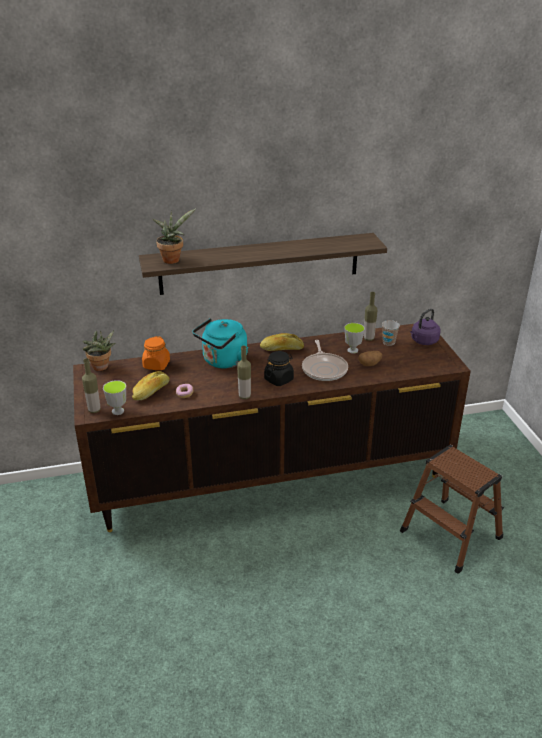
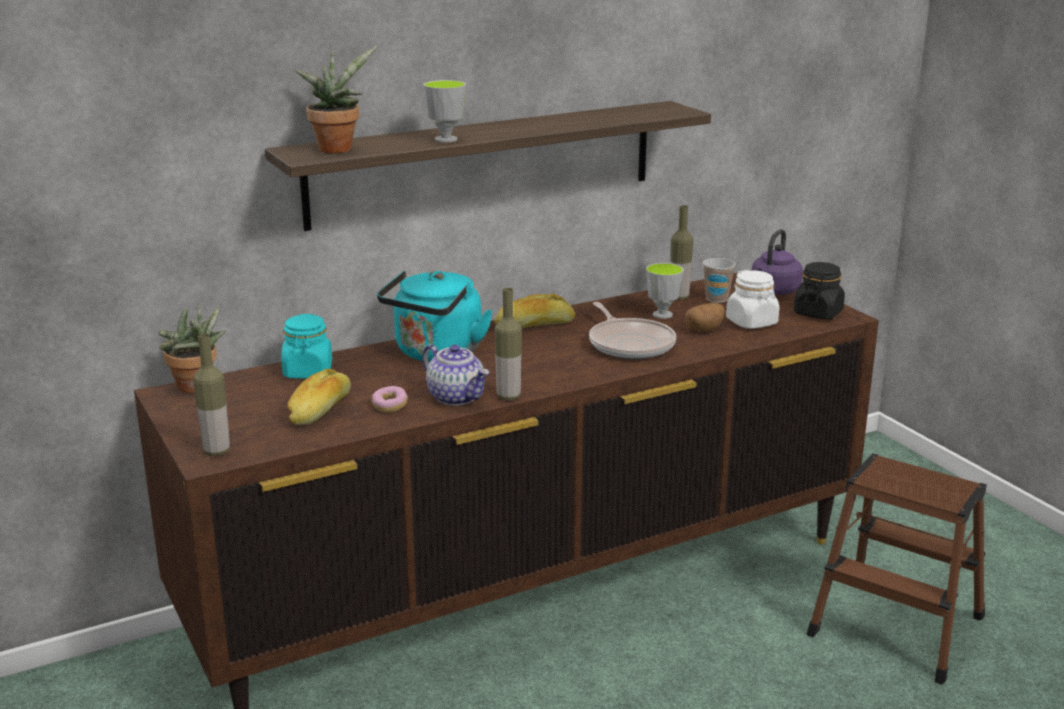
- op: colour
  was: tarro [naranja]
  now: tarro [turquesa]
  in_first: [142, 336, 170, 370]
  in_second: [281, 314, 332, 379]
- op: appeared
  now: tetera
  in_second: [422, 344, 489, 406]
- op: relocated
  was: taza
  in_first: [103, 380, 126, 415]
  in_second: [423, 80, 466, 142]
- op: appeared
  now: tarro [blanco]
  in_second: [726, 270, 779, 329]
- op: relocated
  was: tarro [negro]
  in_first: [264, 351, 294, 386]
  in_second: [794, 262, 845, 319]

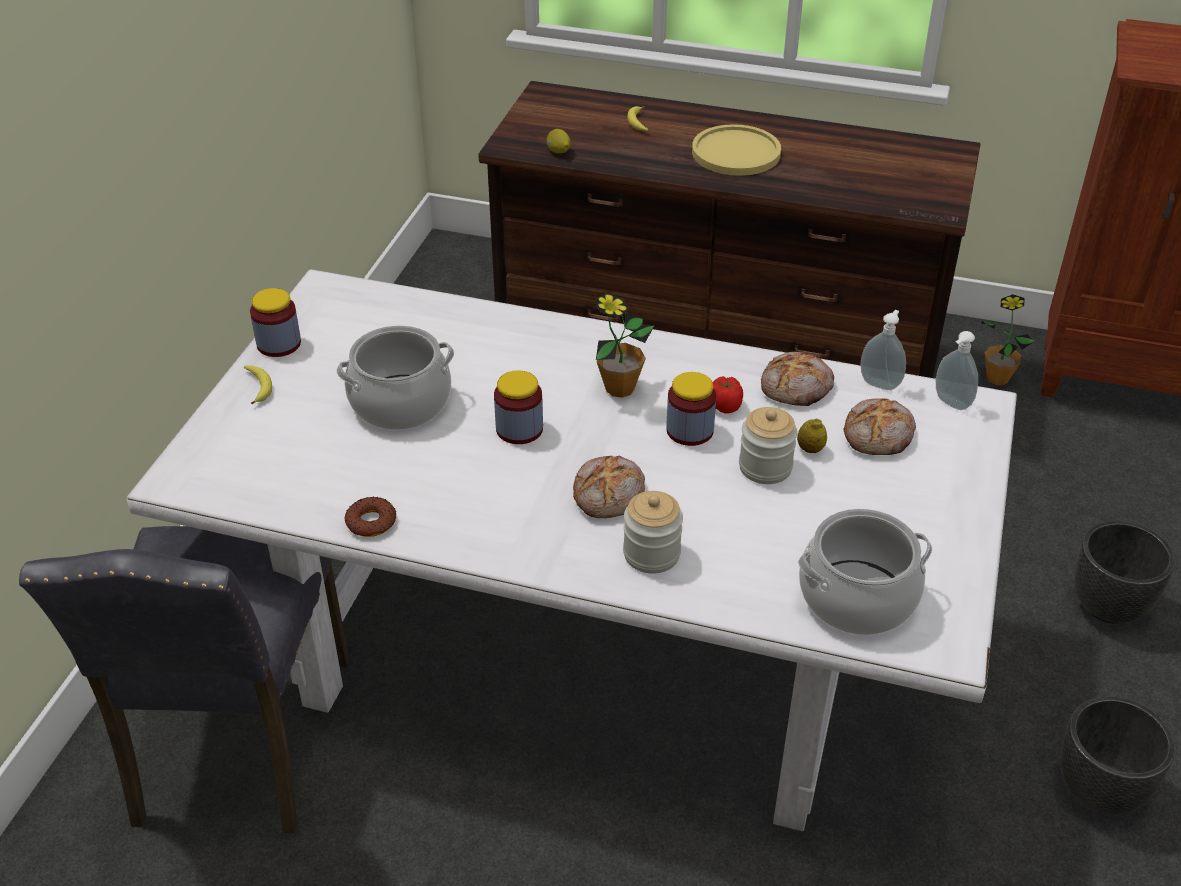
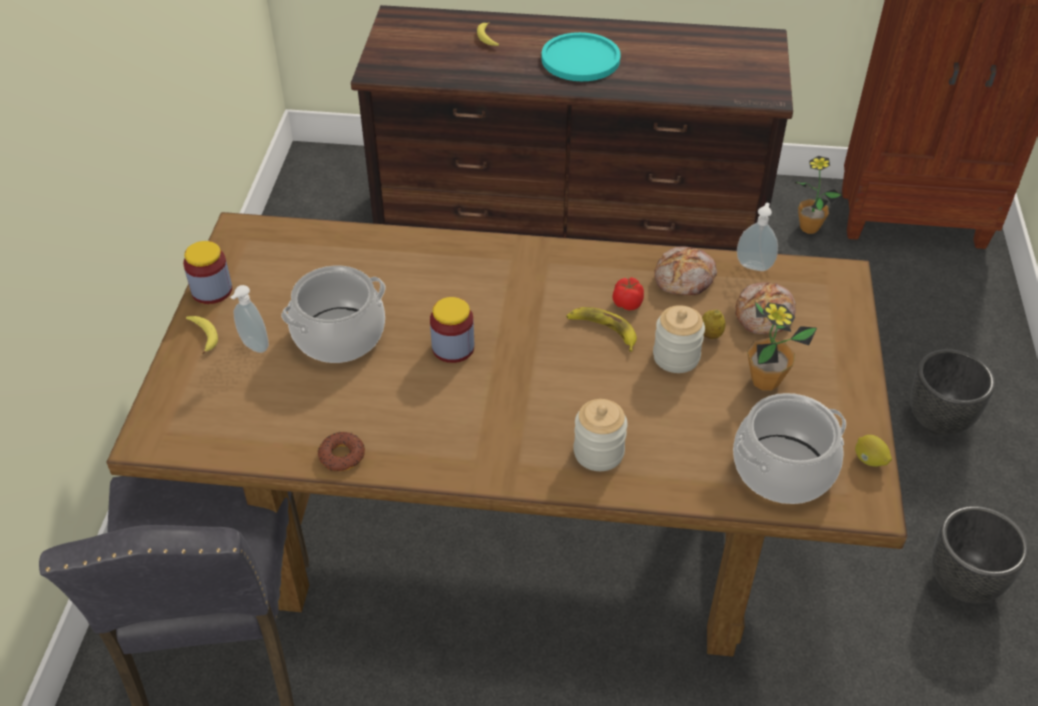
- op: colour
  was: mesa de comedor [blanco]
  now: mesa de comedor [marrón]
  in_first: [126, 269, 1017, 831]
  in_second: [106, 212, 907, 657]
- op: relocated
  was: dispensador de jabón
  in_first: [936, 331, 978, 410]
  in_second: [230, 285, 269, 353]
- op: colour
  was: plato [amarillo]
  now: plato [turquesa]
  in_first: [692, 124, 781, 176]
  in_second: [541, 32, 621, 81]
- op: exchanged
  was: tarro
  now: plátano
  in_first: [666, 372, 716, 446]
  in_second: [566, 307, 637, 352]
- op: relocated
  was: planta en maceta
  in_first: [594, 293, 655, 398]
  in_second: [747, 302, 817, 391]
- op: relocated
  was: limón
  in_first: [547, 129, 571, 154]
  in_second: [855, 435, 892, 467]
- op: missing
  was: pan
  in_first: [573, 456, 645, 518]

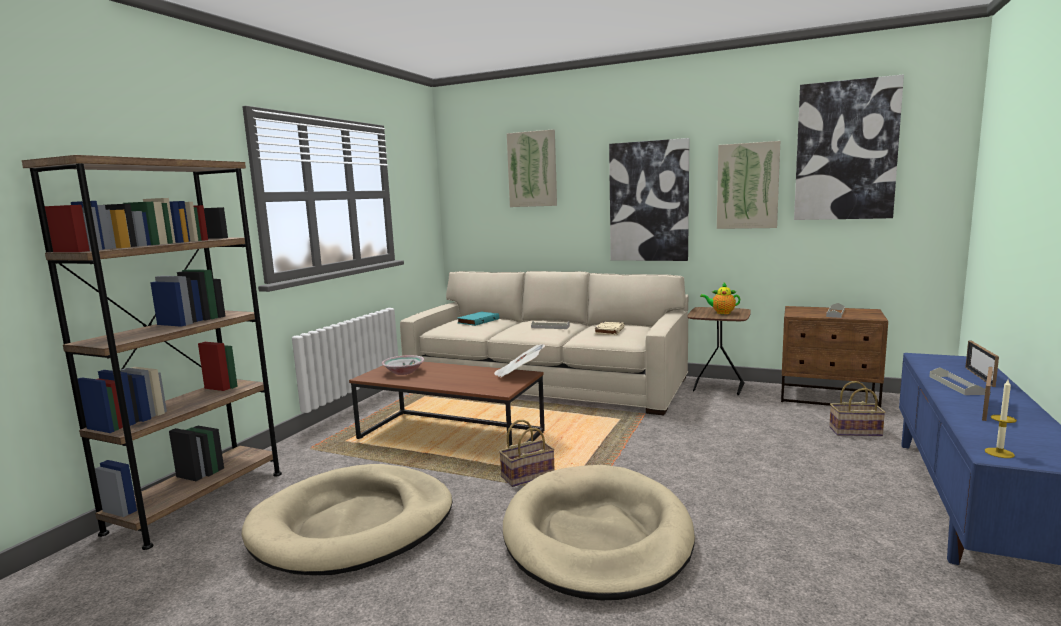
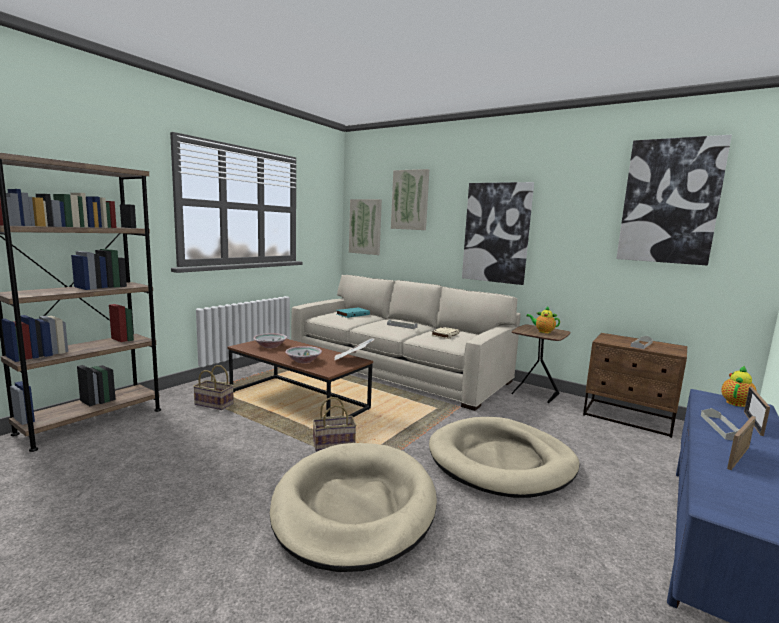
- op: relocated
  was: cesta
  in_first: [829, 381, 886, 436]
  in_second: [193, 365, 234, 410]
- op: appeared
  now: cuenco
  in_second: [285, 346, 322, 363]
- op: relocated
  was: cuadro
  in_first: [717, 141, 780, 229]
  in_second: [349, 199, 382, 255]
- op: relocated
  was: cama para perro [beis]
  in_first: [241, 464, 452, 575]
  in_second: [429, 417, 580, 498]
- op: appeared
  now: tetera
  in_second: [721, 365, 757, 407]
- op: missing
  was: vela
  in_first: [985, 380, 1017, 458]

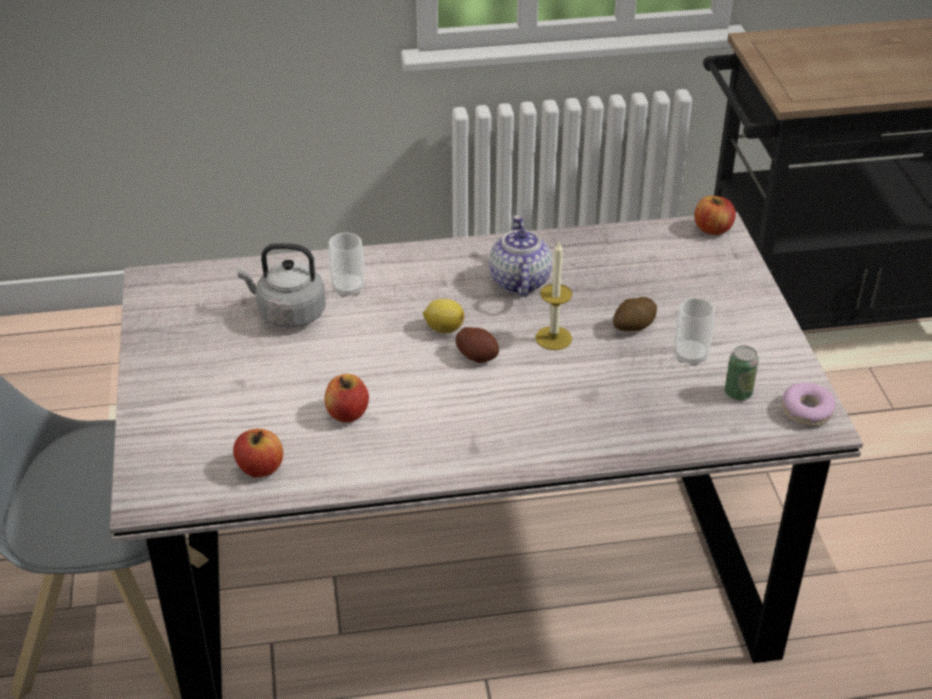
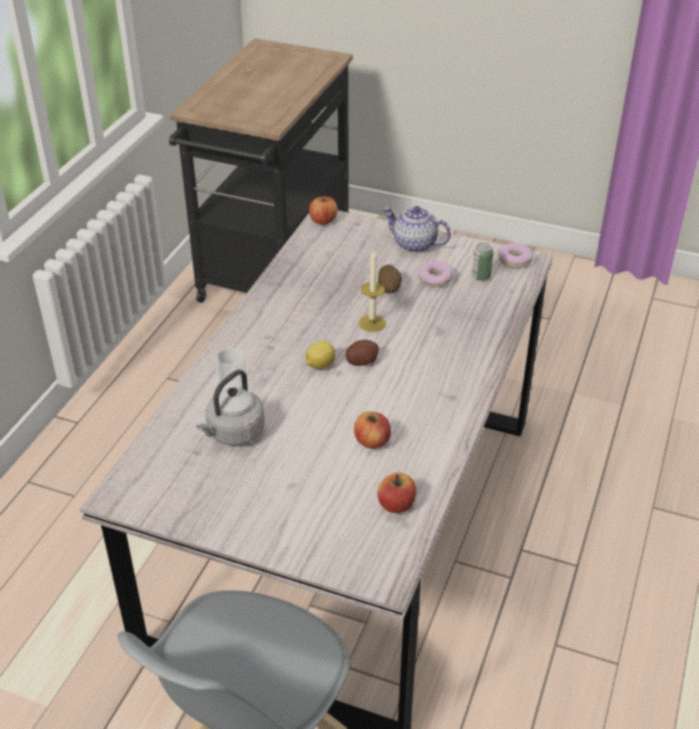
- op: relocated
  was: tetera
  in_first: [489, 215, 552, 297]
  in_second: [383, 206, 451, 253]
- op: exchanged
  was: taza
  now: rosquilla
  in_first: [674, 298, 715, 366]
  in_second: [418, 261, 453, 288]

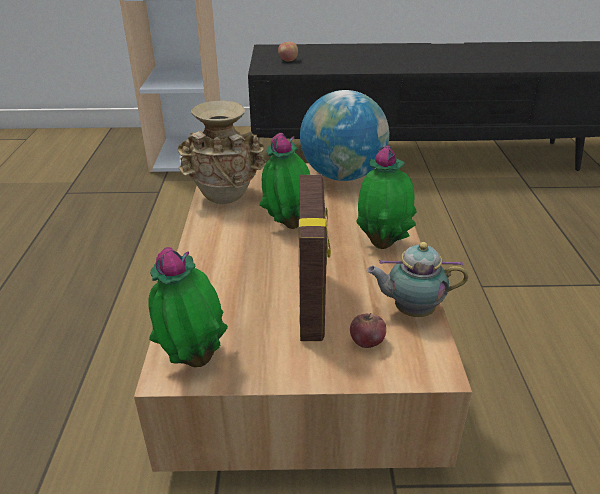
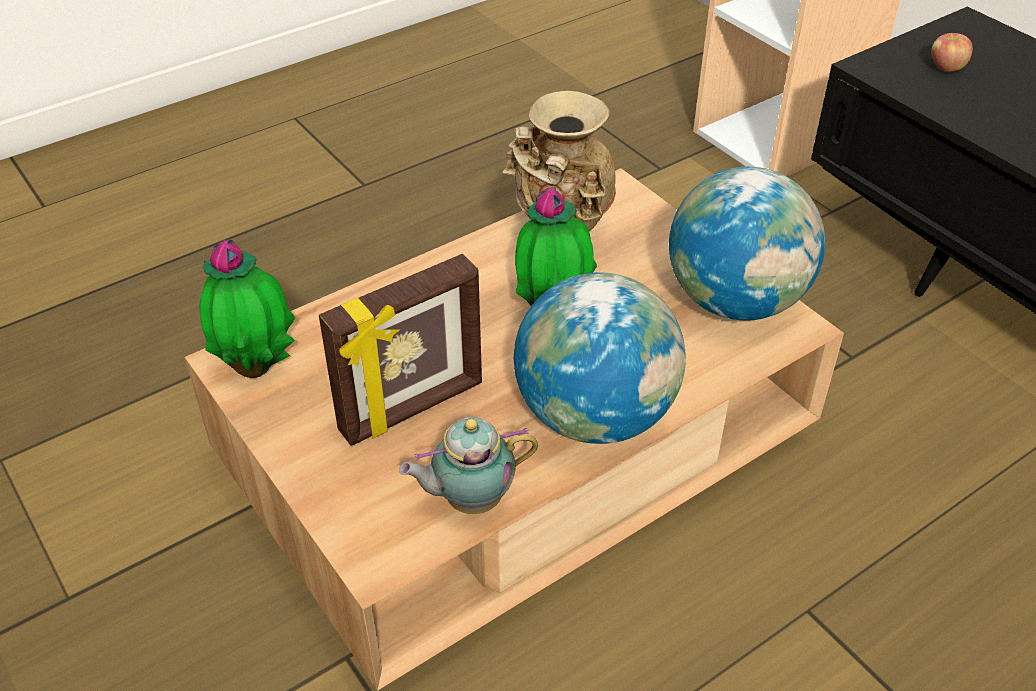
- op: spun
  was: tetera
  in_first: [367, 242, 468, 317]
  in_second: [399, 417, 538, 514]
  clockwise: -75
- op: exchanged
  was: planta en maceta
  now: globo terráqueo
  in_first: [356, 145, 417, 249]
  in_second: [514, 272, 686, 444]
- op: missing
  was: manzana
  in_first: [350, 313, 386, 348]

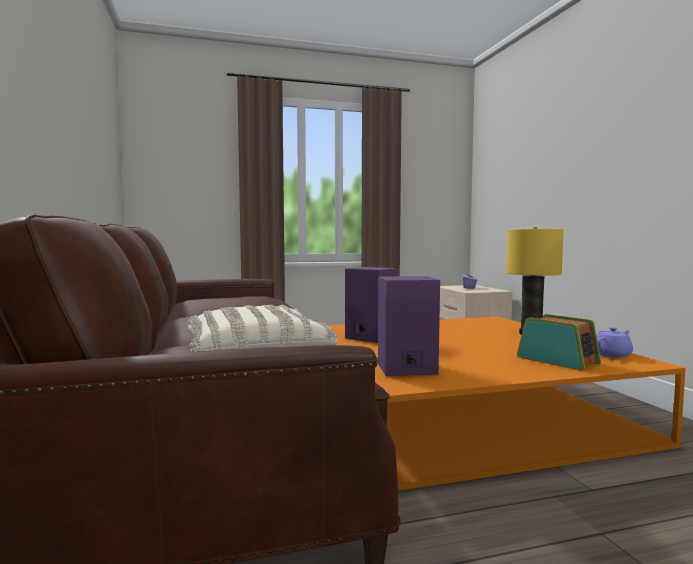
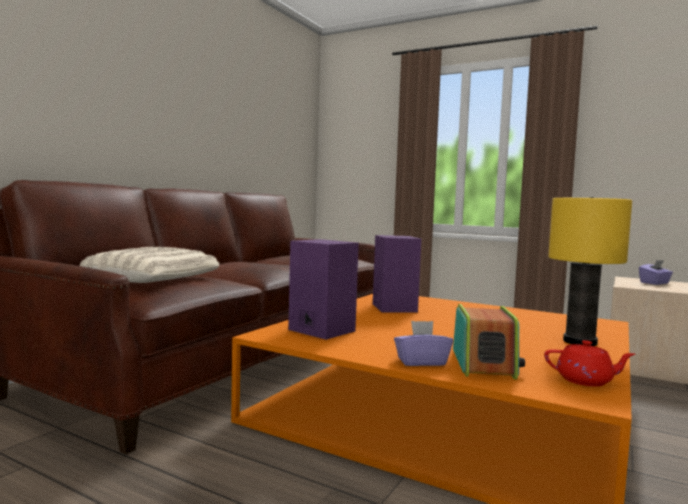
- op: appeared
  now: caja de pañuelos [morado]
  in_second: [394, 321, 453, 366]
- op: colour
  was: tetera [morado]
  now: tetera [rojo]
  in_first: [597, 327, 633, 358]
  in_second: [544, 340, 635, 387]

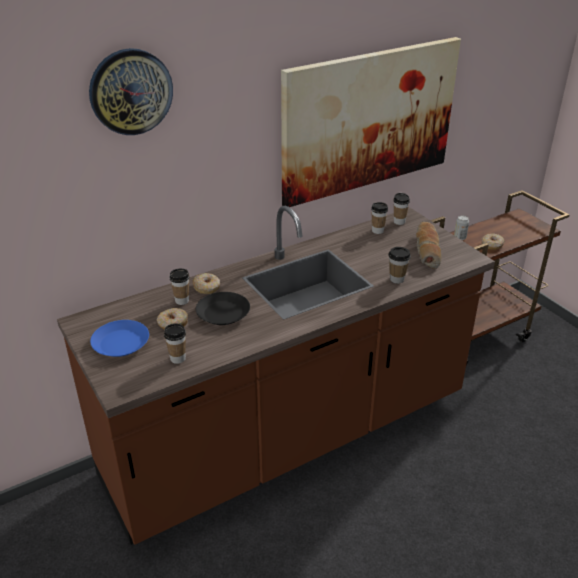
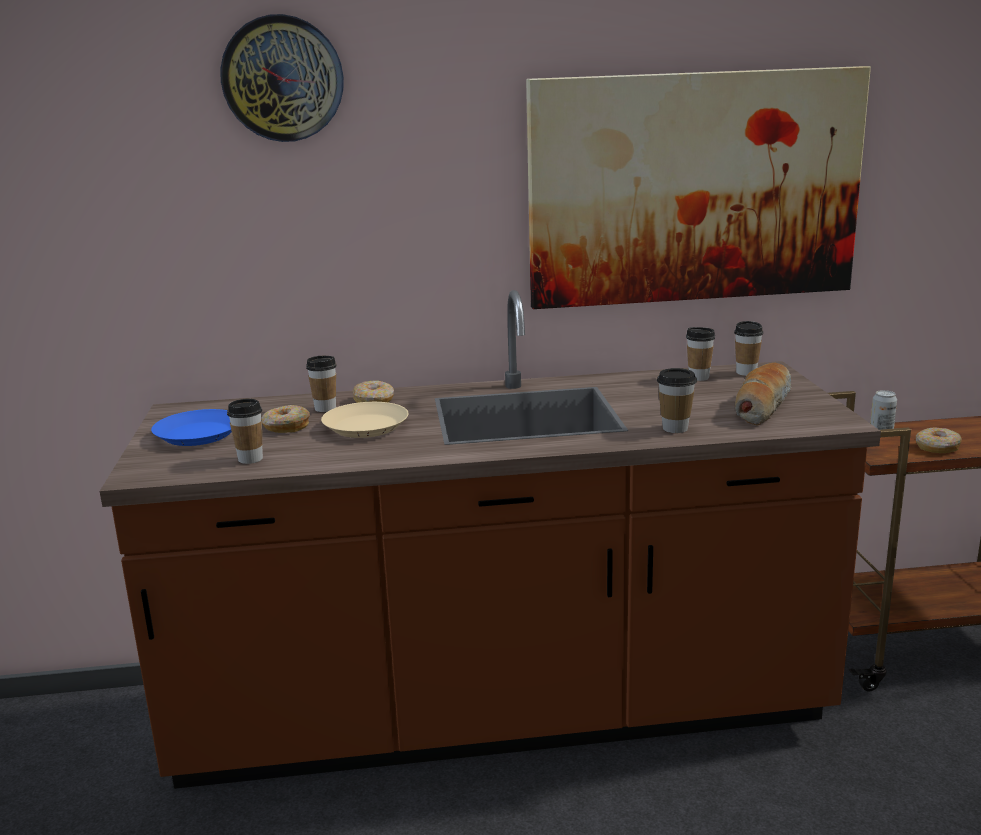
- op: colour
  was: plato [negro]
  now: plato [beis]
  in_first: [196, 292, 250, 325]
  in_second: [321, 402, 409, 438]

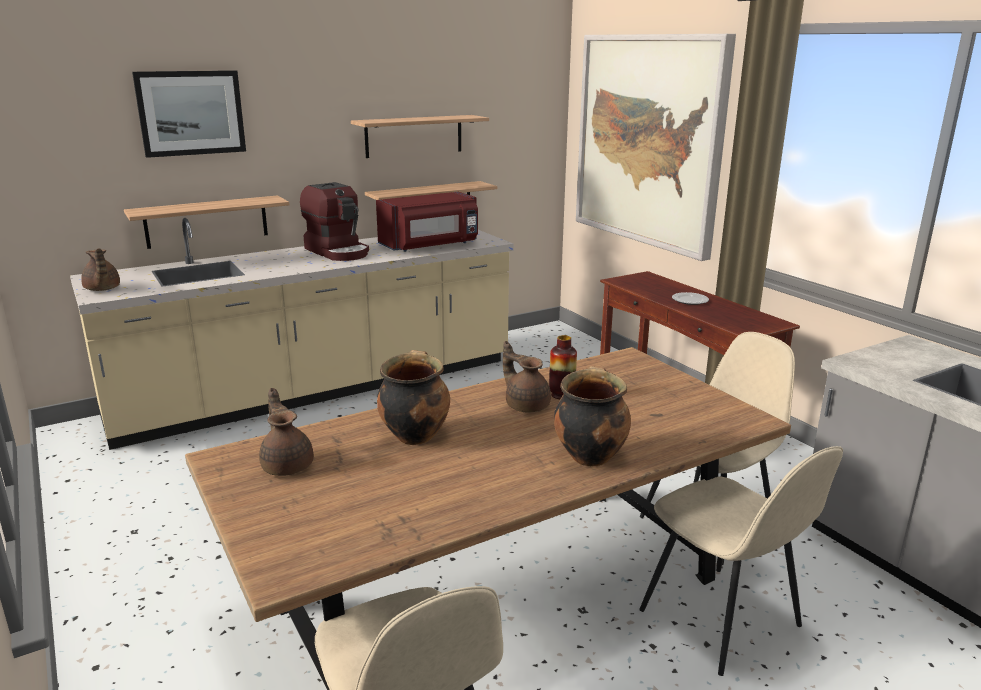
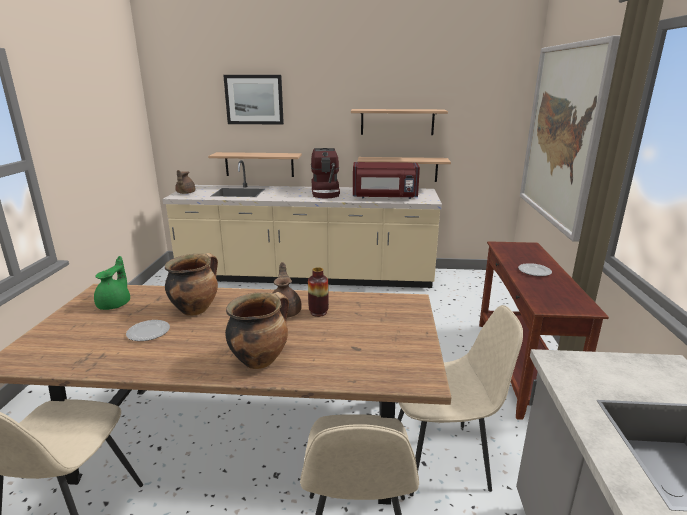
- op: colour
  was: tetera [marrón]
  now: tetera [verde]
  in_first: [259, 388, 314, 476]
  in_second: [94, 256, 130, 310]
- op: appeared
  now: plato
  in_second: [126, 320, 170, 341]

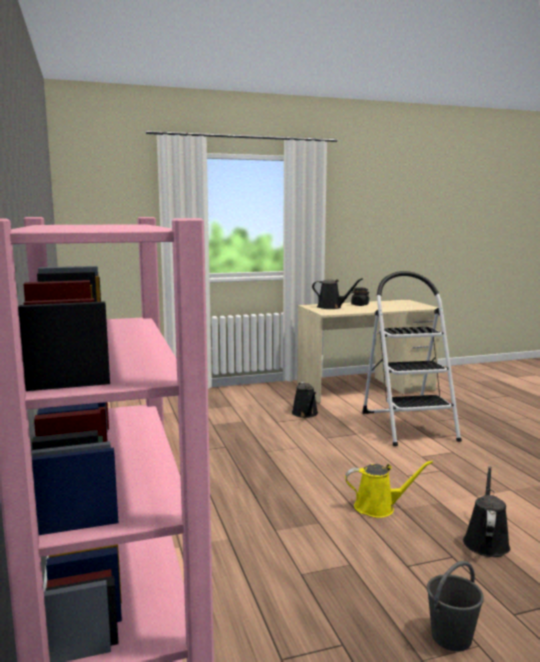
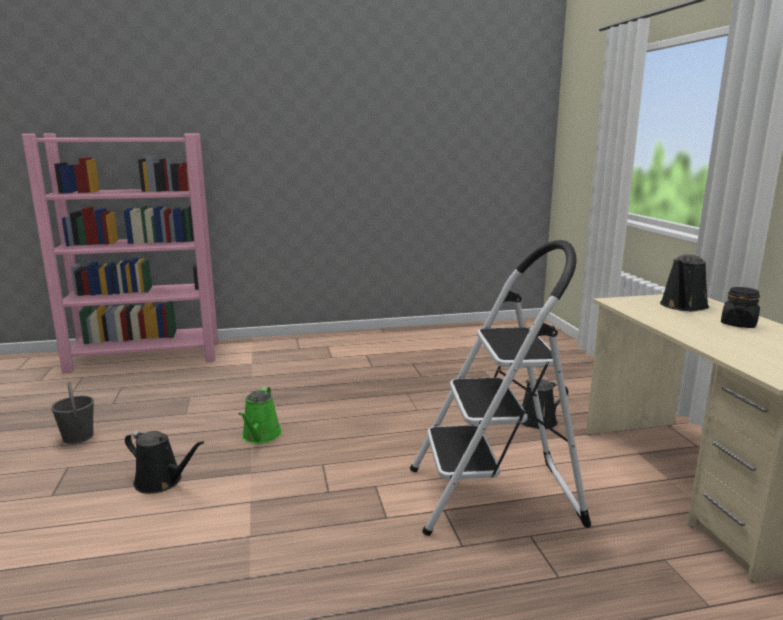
- op: colour
  was: regadera [amarillo]
  now: regadera [verde]
  in_first: [345, 460, 433, 518]
  in_second: [238, 387, 282, 444]

